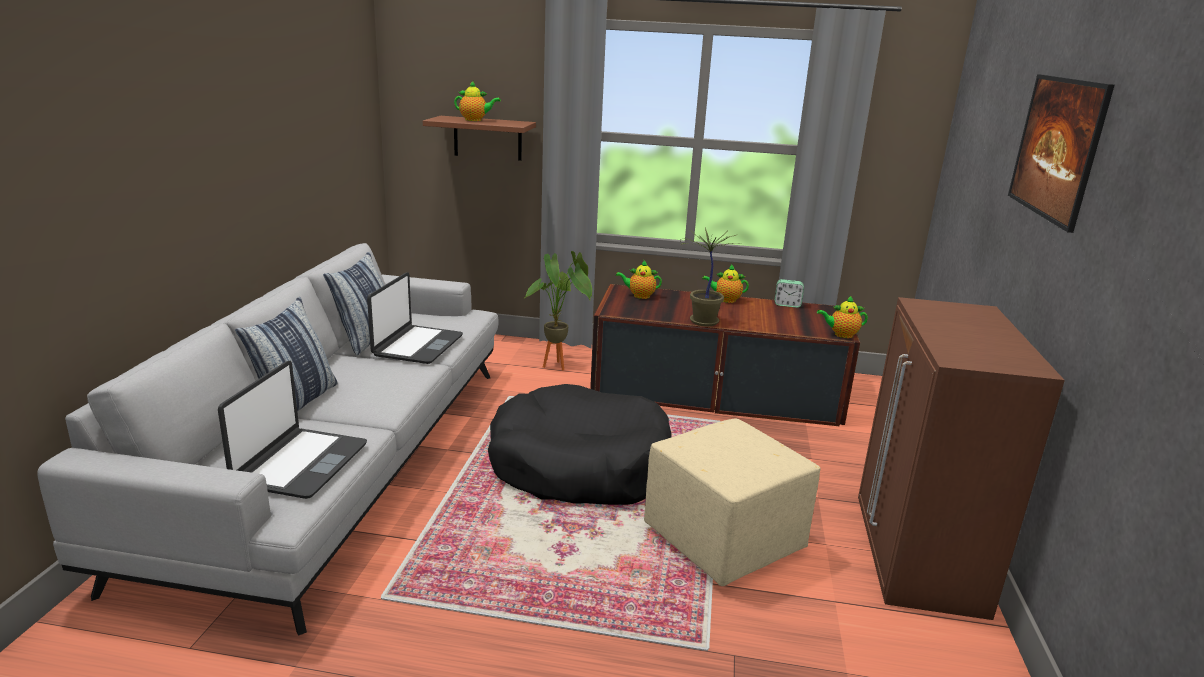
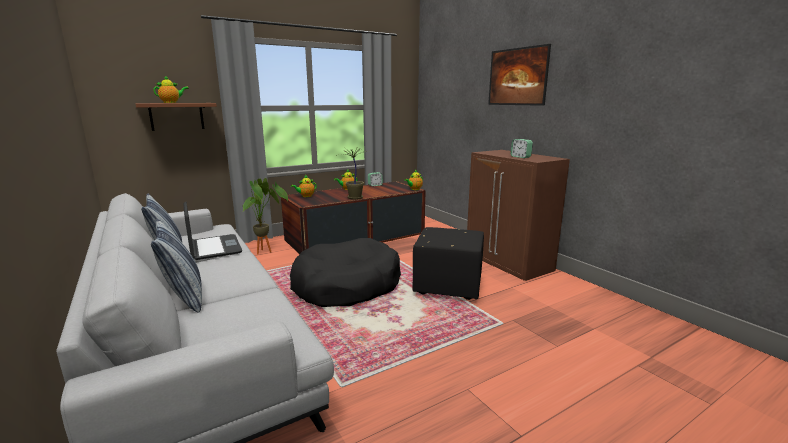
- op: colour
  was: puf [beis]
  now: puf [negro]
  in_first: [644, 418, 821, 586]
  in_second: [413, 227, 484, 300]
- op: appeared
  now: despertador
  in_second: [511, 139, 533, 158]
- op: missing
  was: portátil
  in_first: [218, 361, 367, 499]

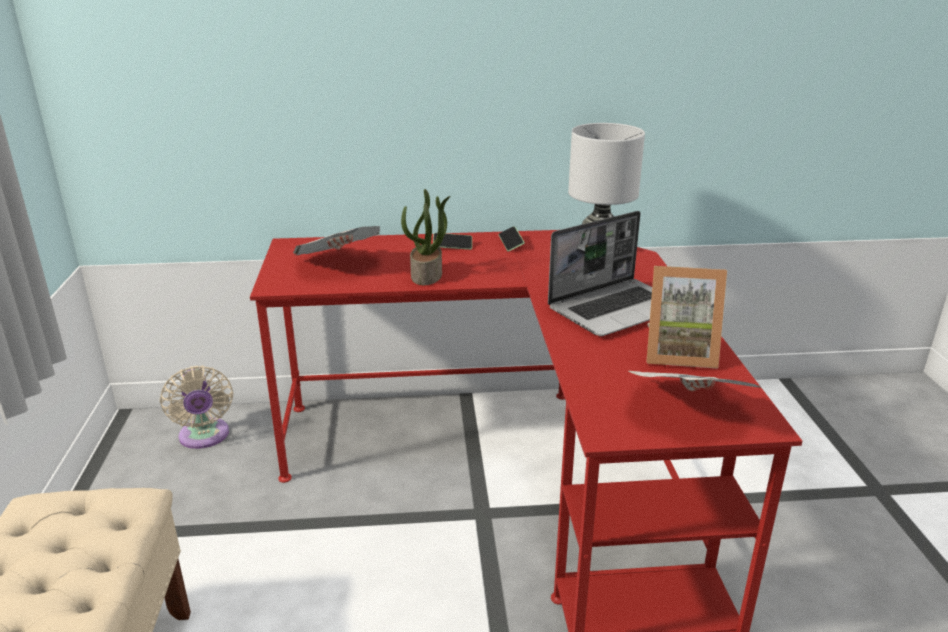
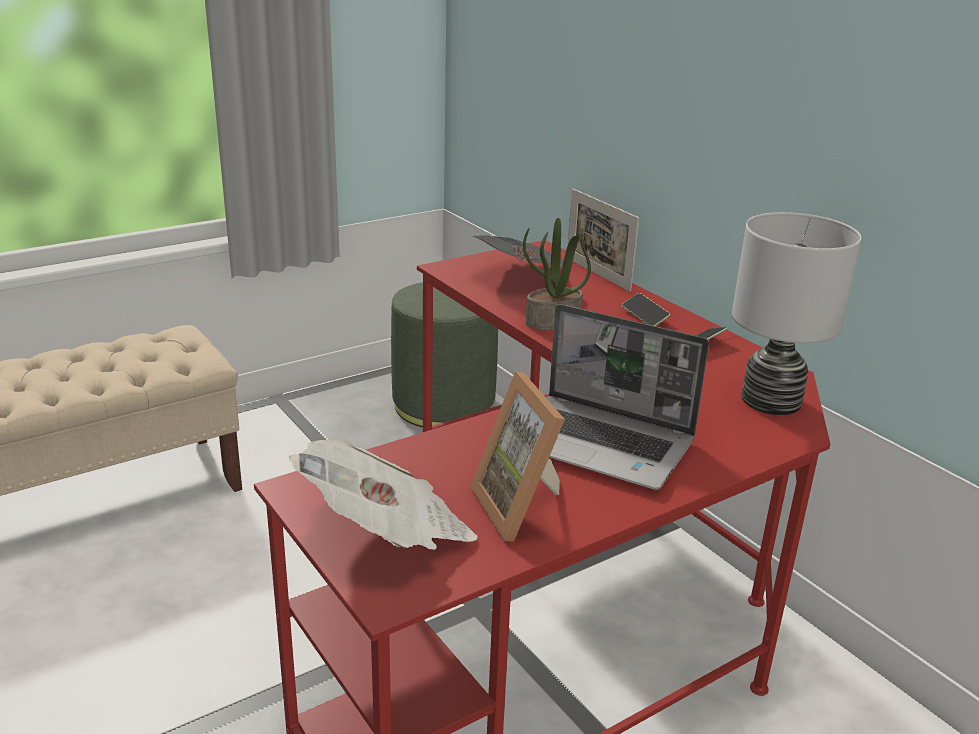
- op: exchanged
  was: ventilador [beis]
  now: puf [verde]
  in_first: [160, 366, 233, 449]
  in_second: [391, 282, 498, 427]
- op: appeared
  now: portarretratos
  in_second: [568, 189, 639, 292]

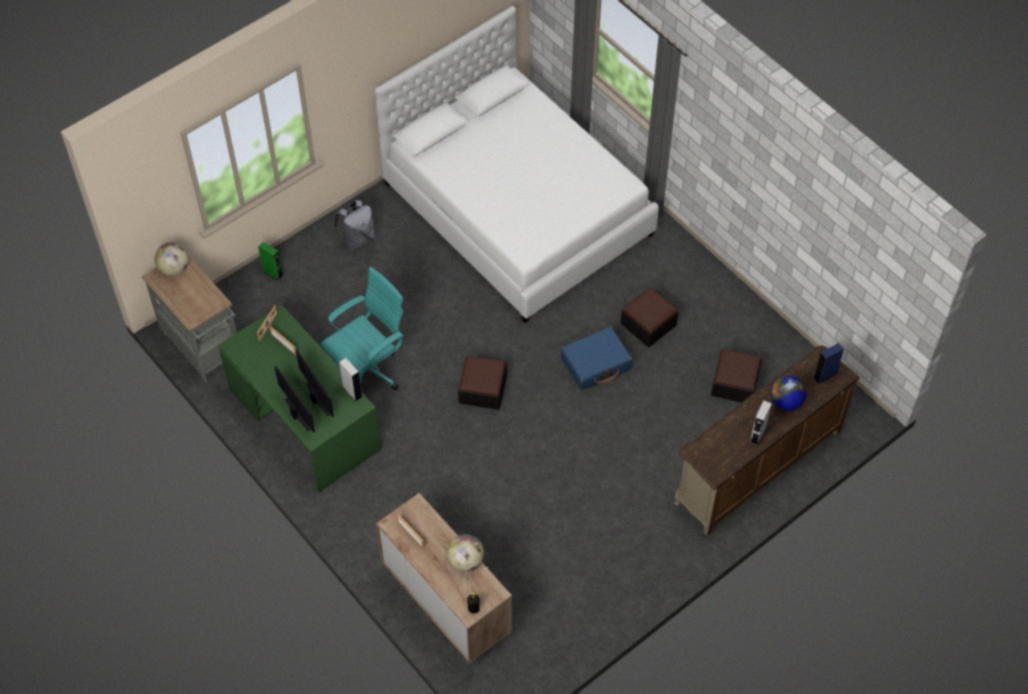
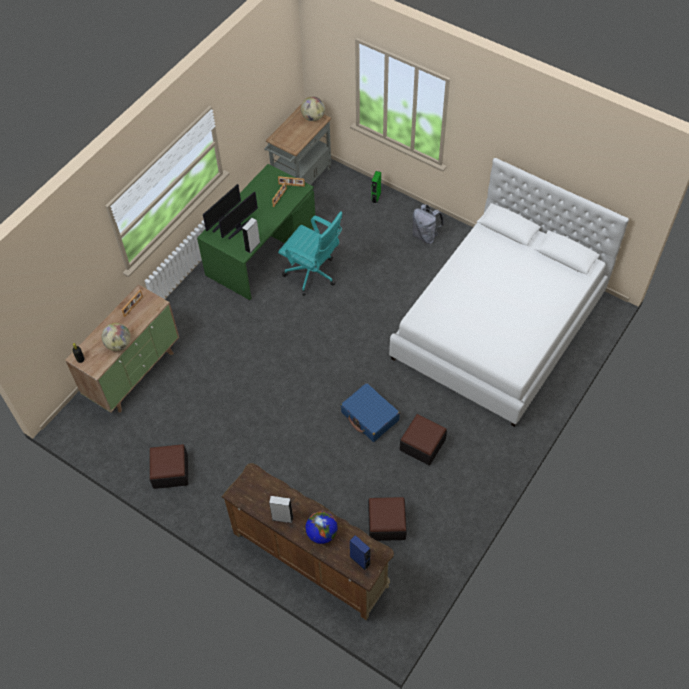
- op: relocated
  was: puf
  in_first: [458, 355, 507, 410]
  in_second: [150, 444, 188, 489]

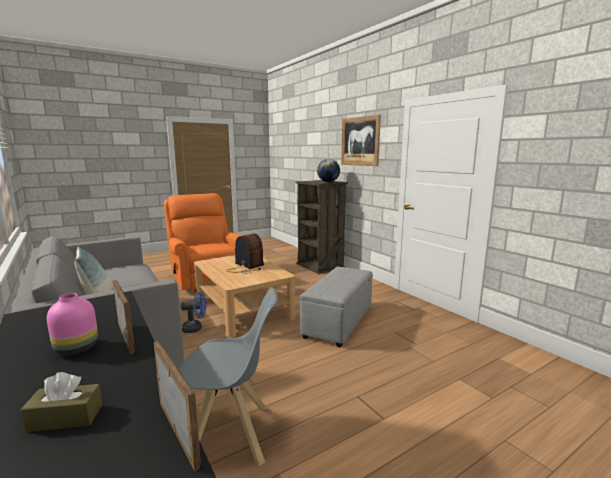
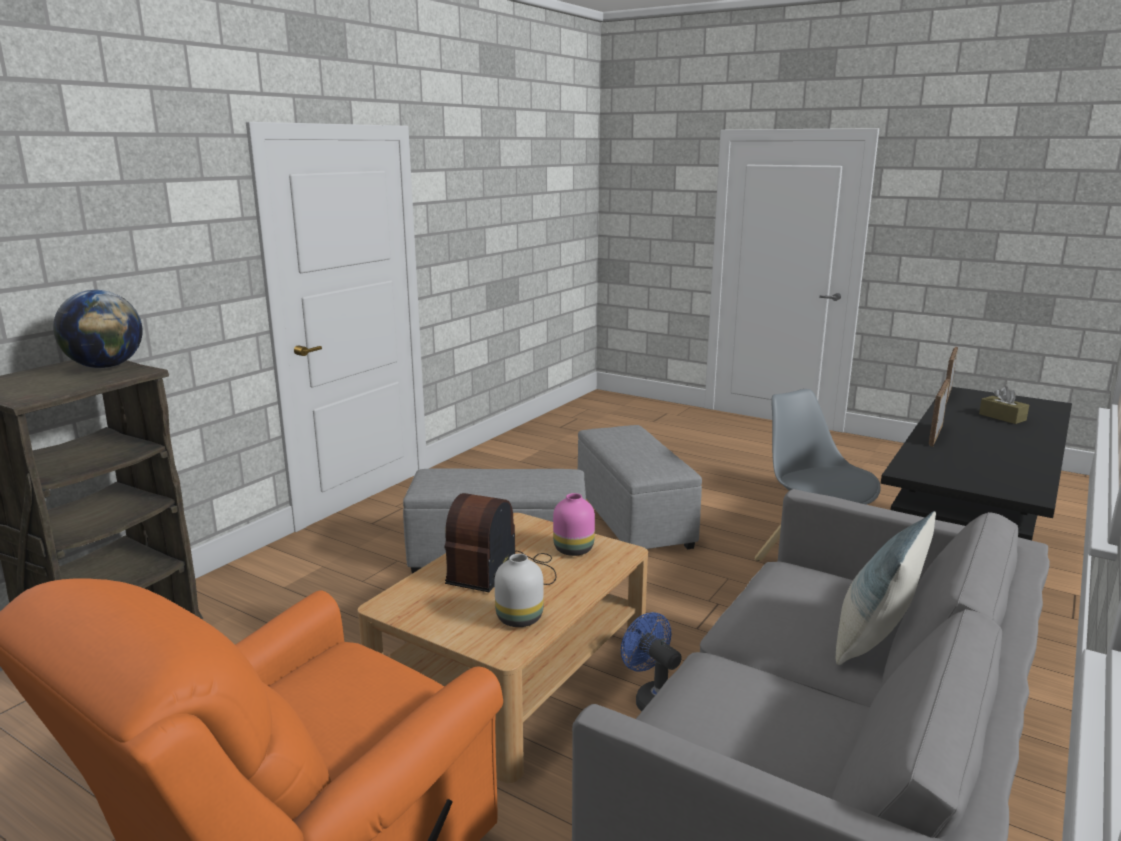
- op: appeared
  now: florero [blanco]
  in_second: [495, 554, 544, 627]
- op: relocated
  was: florero [rosa]
  in_first: [47, 293, 98, 355]
  in_second: [553, 493, 595, 556]
- op: appeared
  now: puf [gris]
  in_second: [578, 425, 702, 549]
- op: missing
  was: cuadro
  in_first: [341, 114, 381, 166]

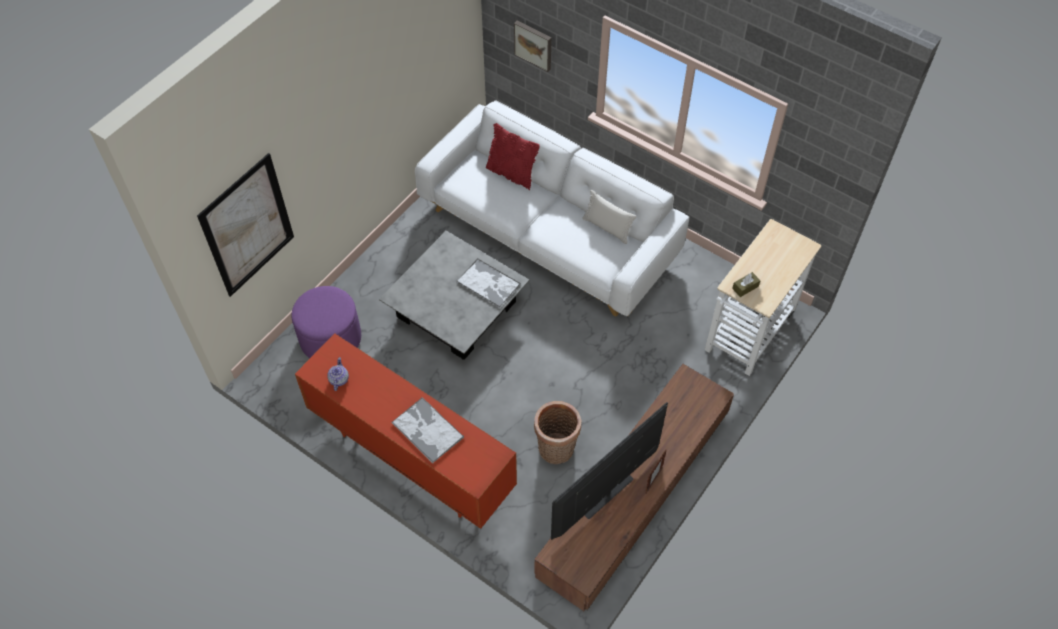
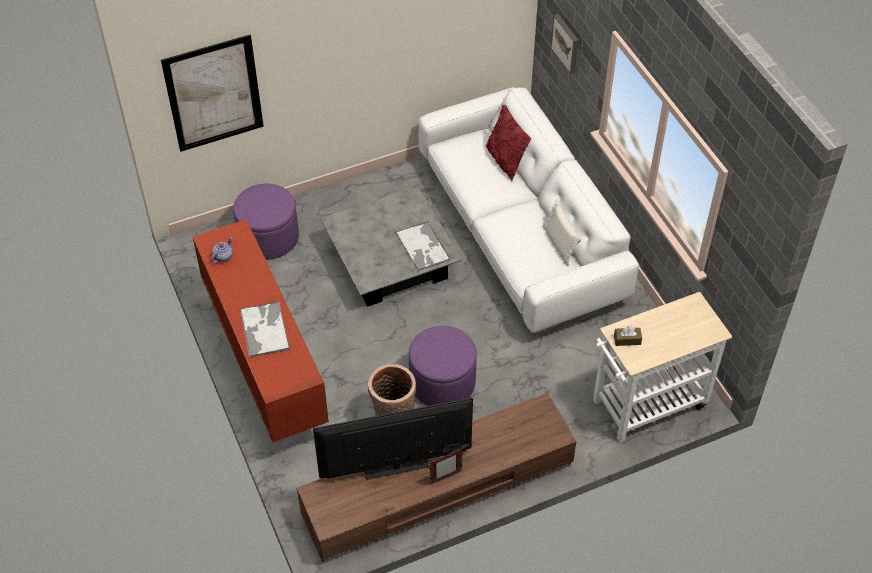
- op: appeared
  now: puf [morado]
  in_second: [409, 326, 477, 406]

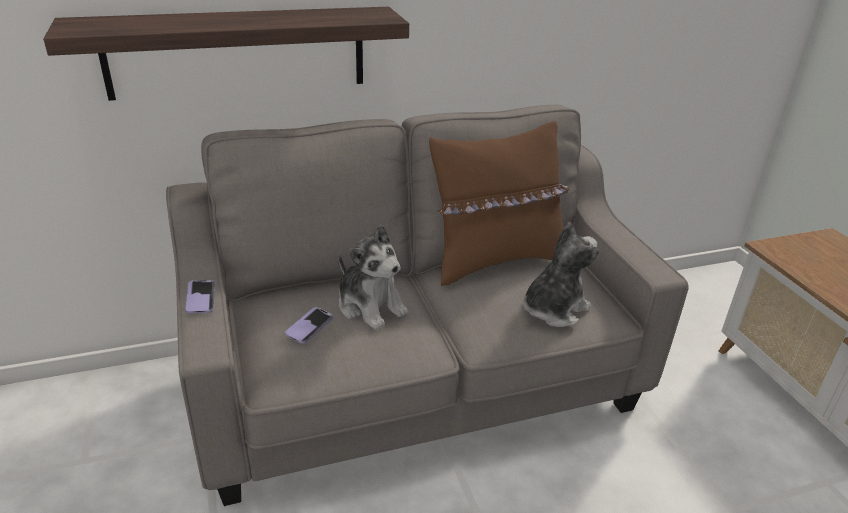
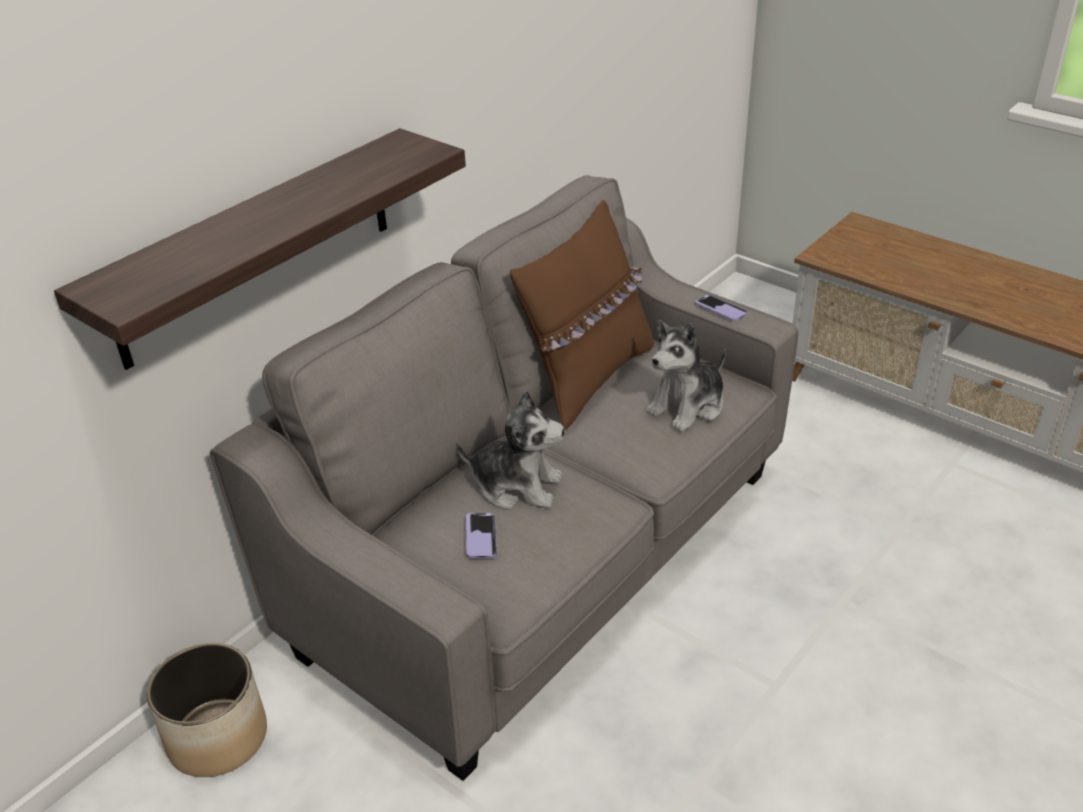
- op: appeared
  now: maceta
  in_second: [147, 643, 267, 777]
- op: spun
  was: peluche
  in_first: [523, 222, 599, 327]
  in_second: [646, 320, 726, 432]
  clockwise: -150
- op: relocated
  was: móvil
  in_first: [185, 280, 215, 314]
  in_second: [695, 295, 748, 321]

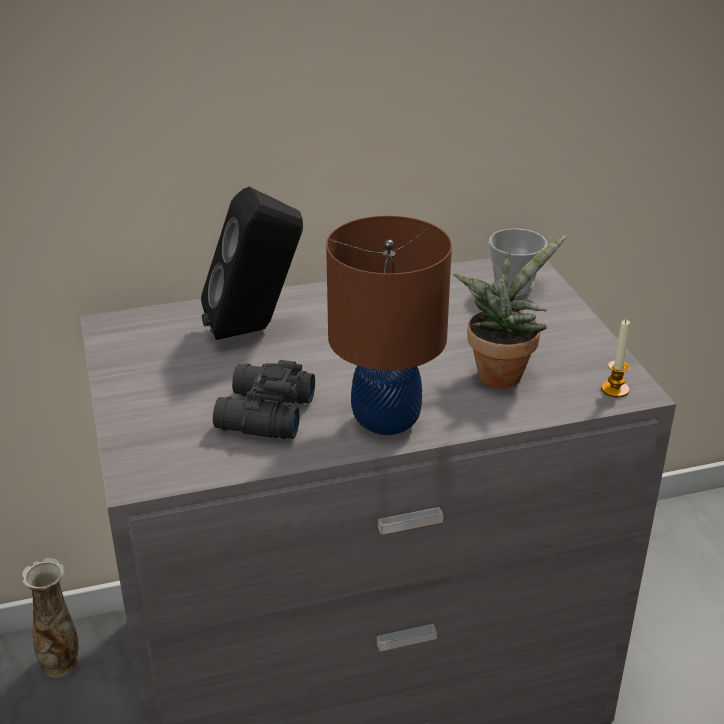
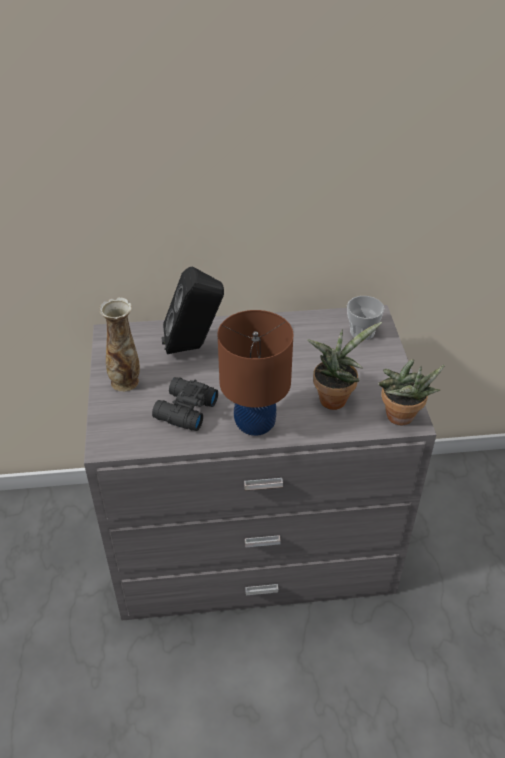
- op: relocated
  was: florero
  in_first: [22, 558, 79, 678]
  in_second: [99, 297, 140, 392]
- op: exchanged
  was: vela
  now: planta en maceta
  in_first: [601, 320, 630, 398]
  in_second: [378, 359, 445, 426]

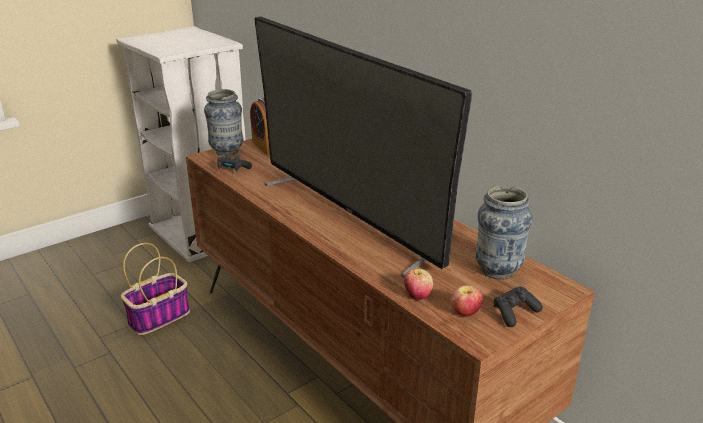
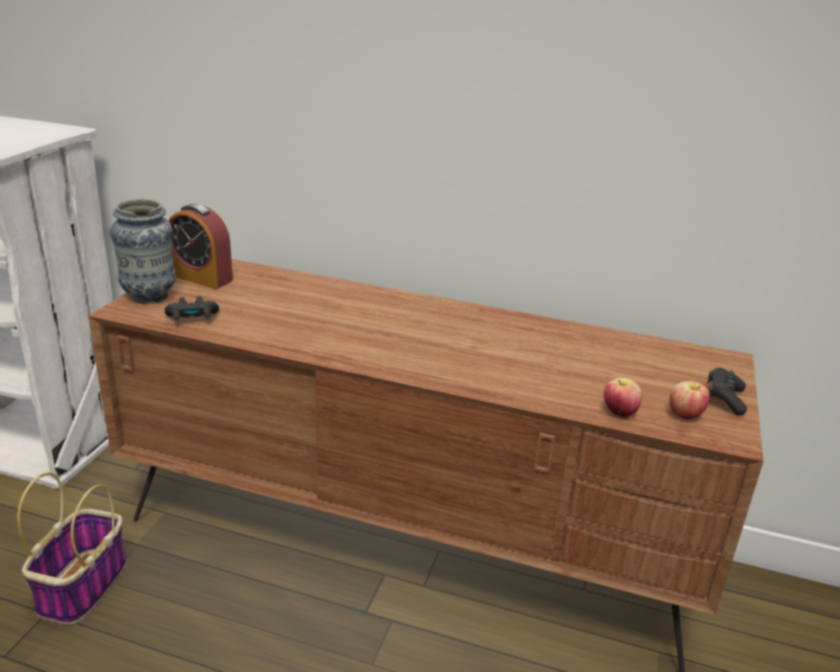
- op: missing
  was: televisor
  in_first: [254, 17, 472, 278]
- op: missing
  was: florero
  in_first: [475, 186, 533, 280]

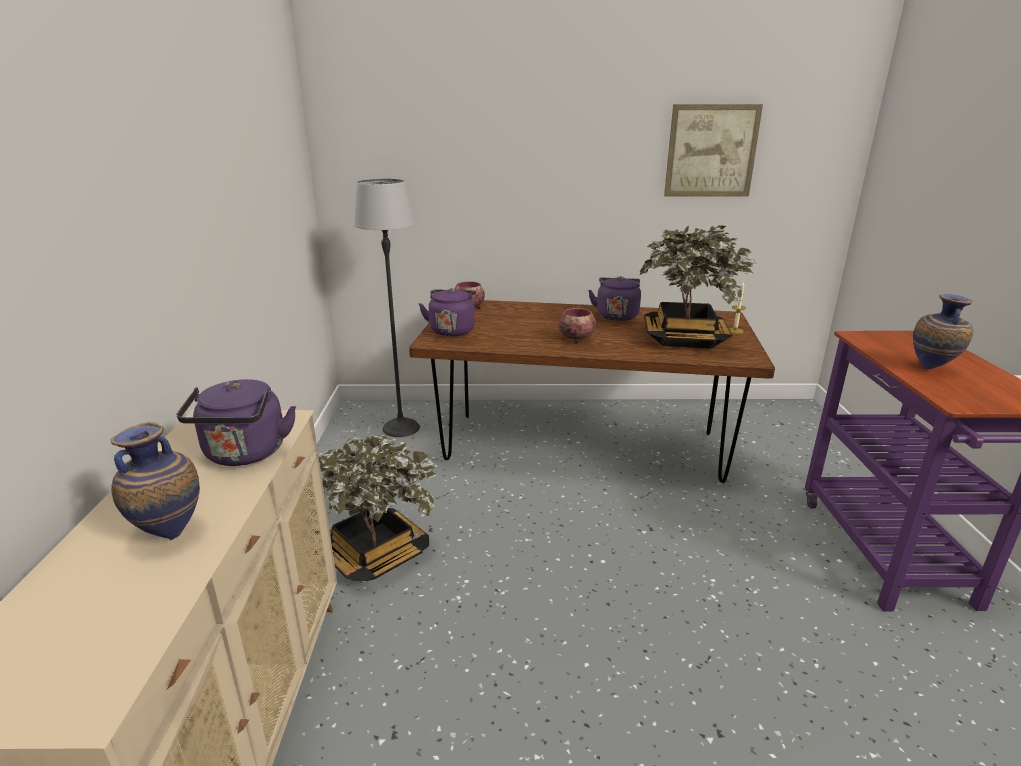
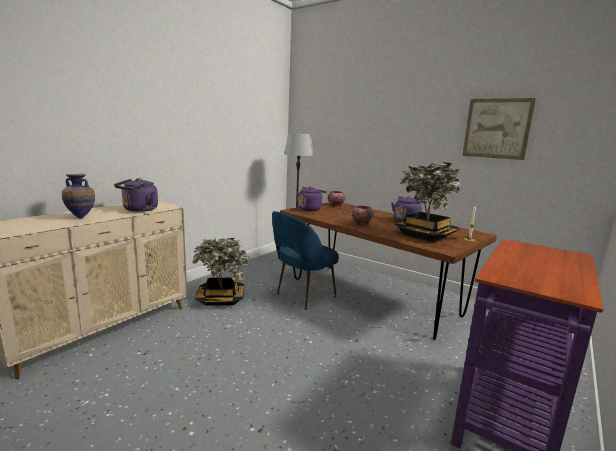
- op: appeared
  now: silla [azul]
  in_second: [272, 211, 339, 310]
- op: missing
  was: florero
  in_first: [913, 293, 973, 369]

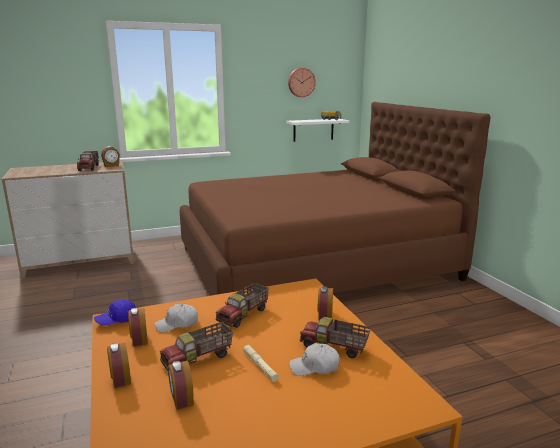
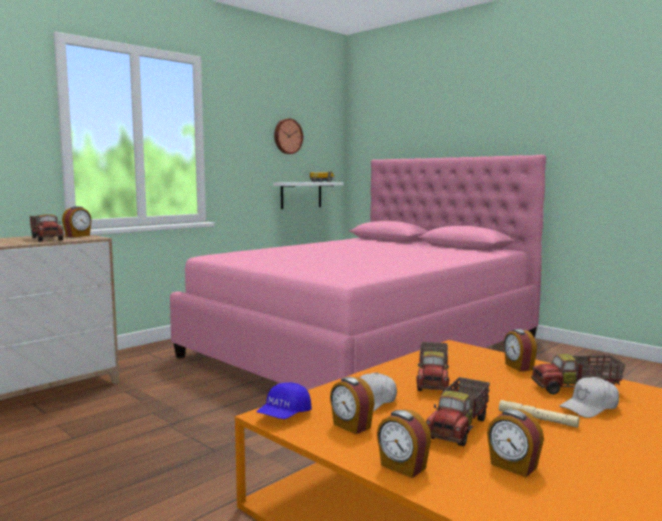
- op: colour
  was: cama [marrón]
  now: cama [rosa]
  in_first: [180, 102, 490, 296]
  in_second: [170, 155, 546, 390]

